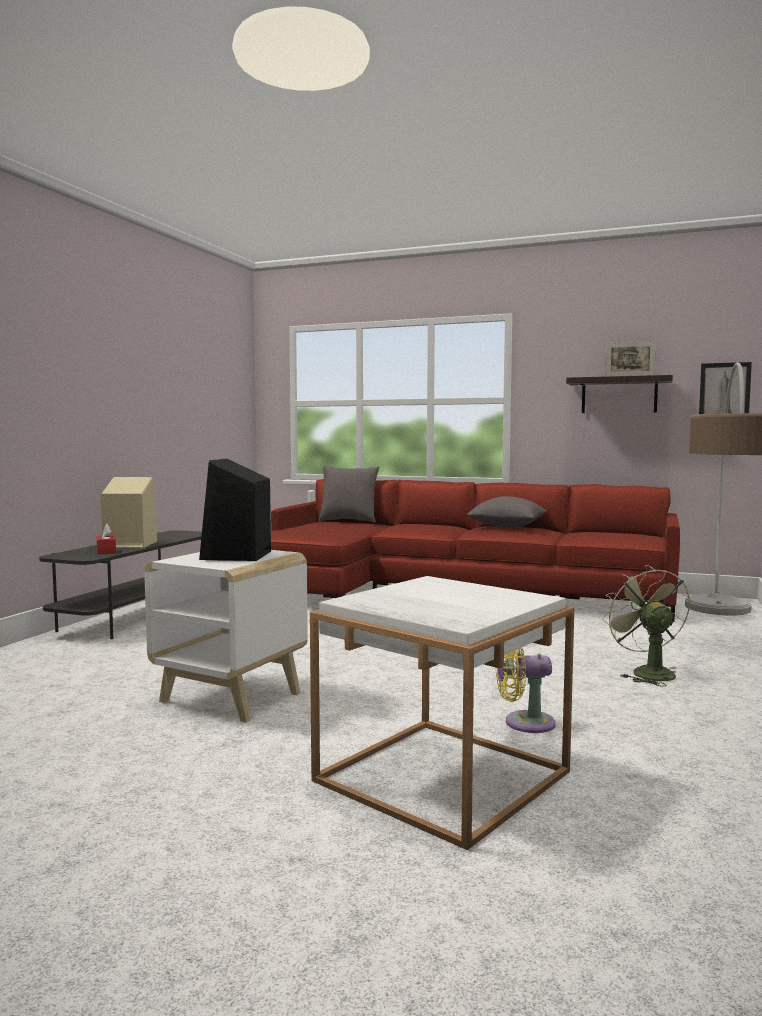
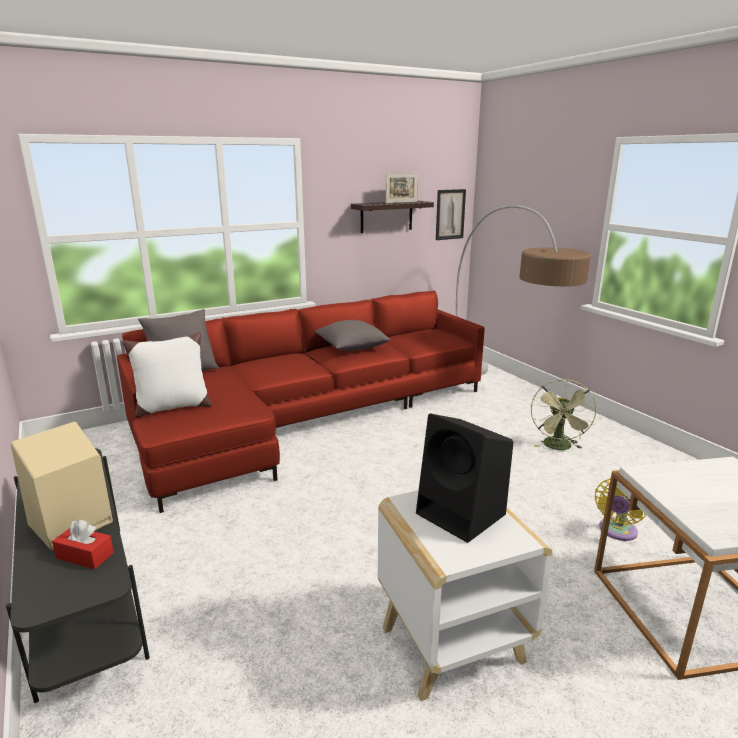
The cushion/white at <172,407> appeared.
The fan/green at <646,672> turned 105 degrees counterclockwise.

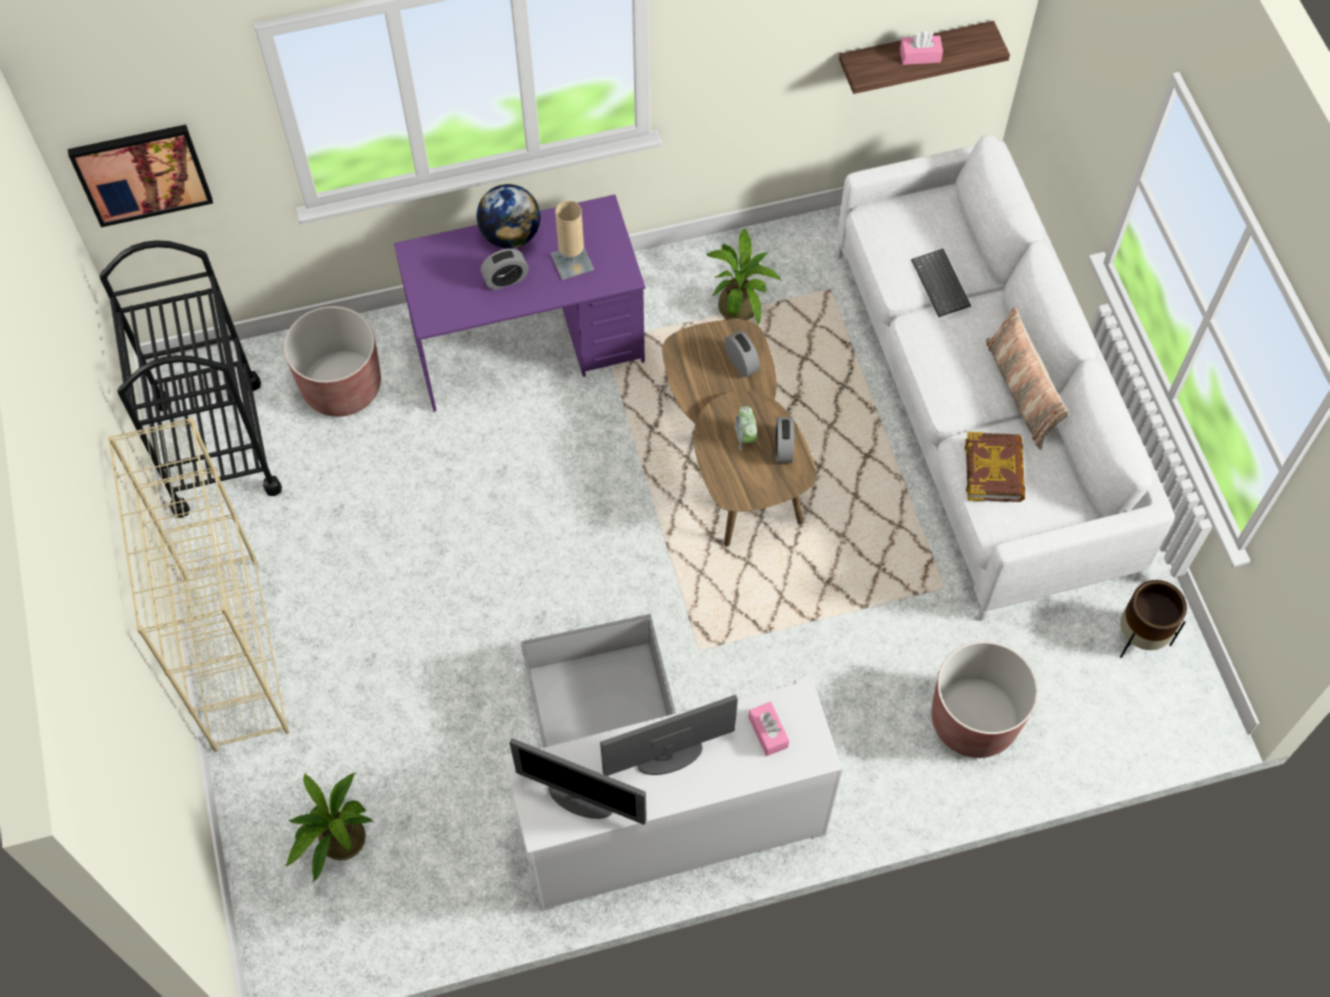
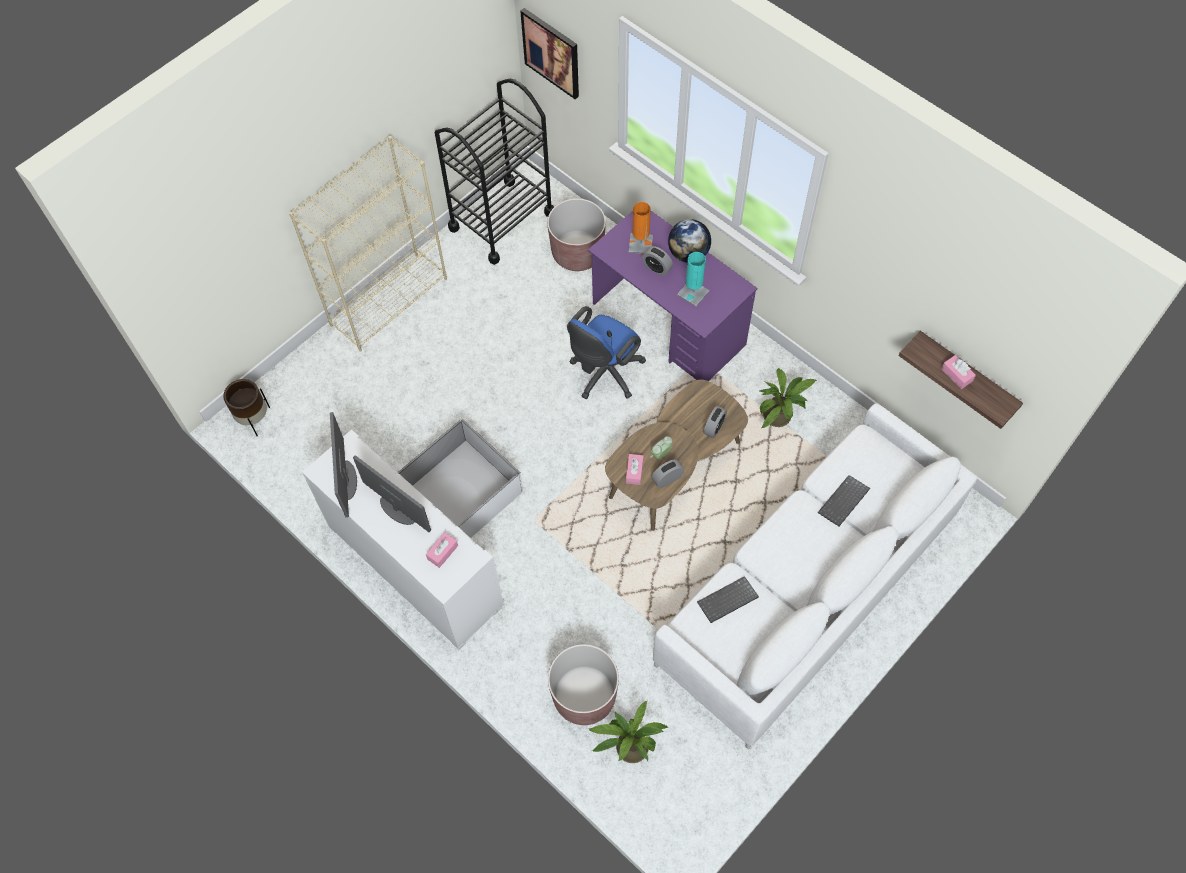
The planter/brownish moved from <1140,638> to <254,419>.
The desk chair/blue at <604,374> appeared.
The potted plant moved from <337,842> to <628,745>.
The tissue box/pink-coloured at <634,472> appeared.
The lamp for a table/orange at <640,244> appeared.
The lamp for a table/beige at <572,262> became the lamp for a table/turquoise at <693,293>.
The bound book at <994,470> was replaced by the PC keyboard at <727,601>.
The cushion at <1021,391> disappeared.

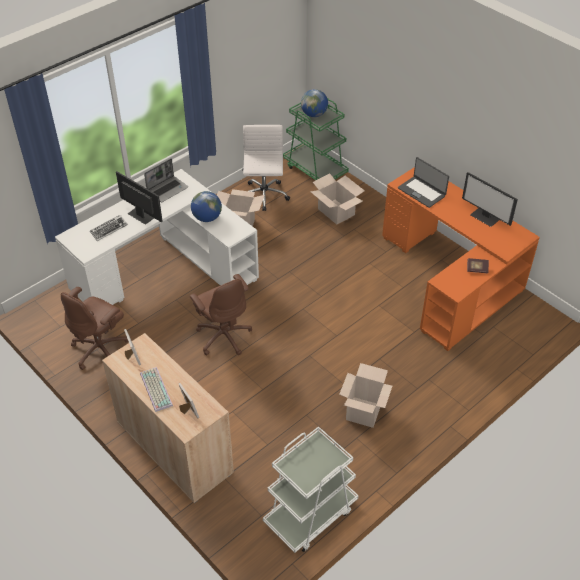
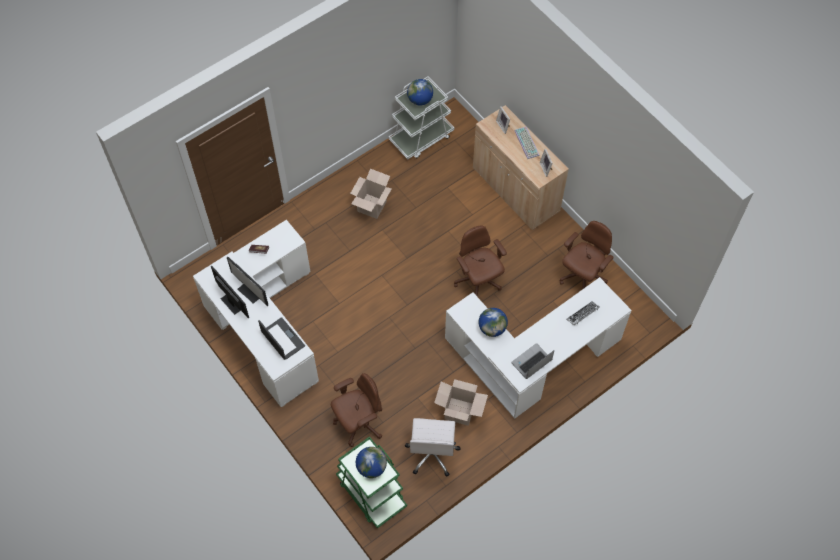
The desk table/orange at <452,279> became the desk table/white at <265,326>.
The computer display moved from <141,215> to <251,291>.
The cardboard box at <335,212> was replaced by the desk chair/brownish at <359,423>.
The world globe at <420,100> appeared.

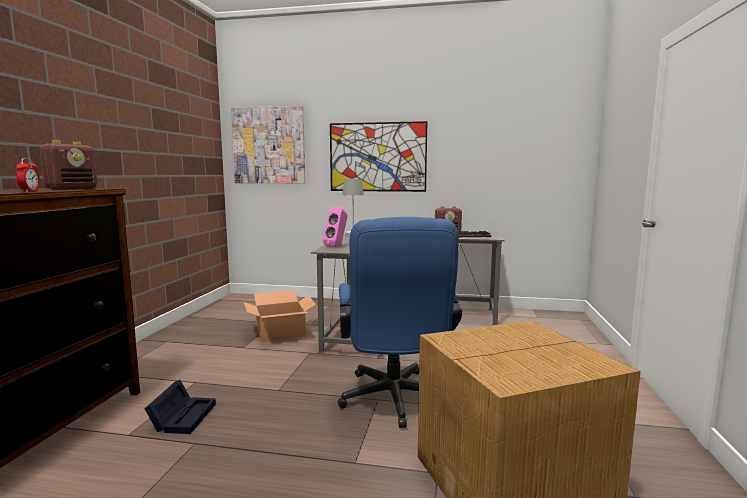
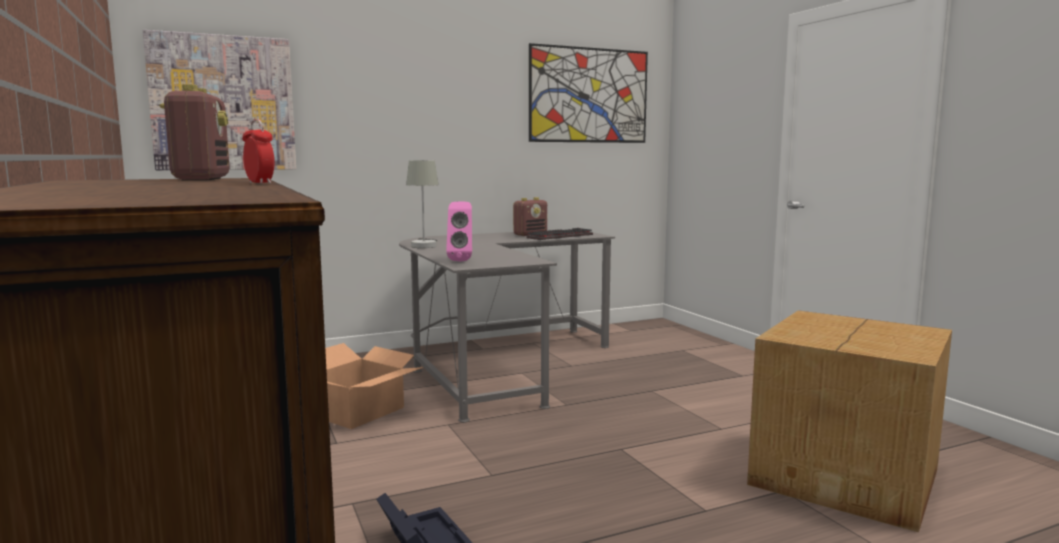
The wall picture moved from <377,157> to <589,95>.
The desk chair/blue at <394,402> disappeared.

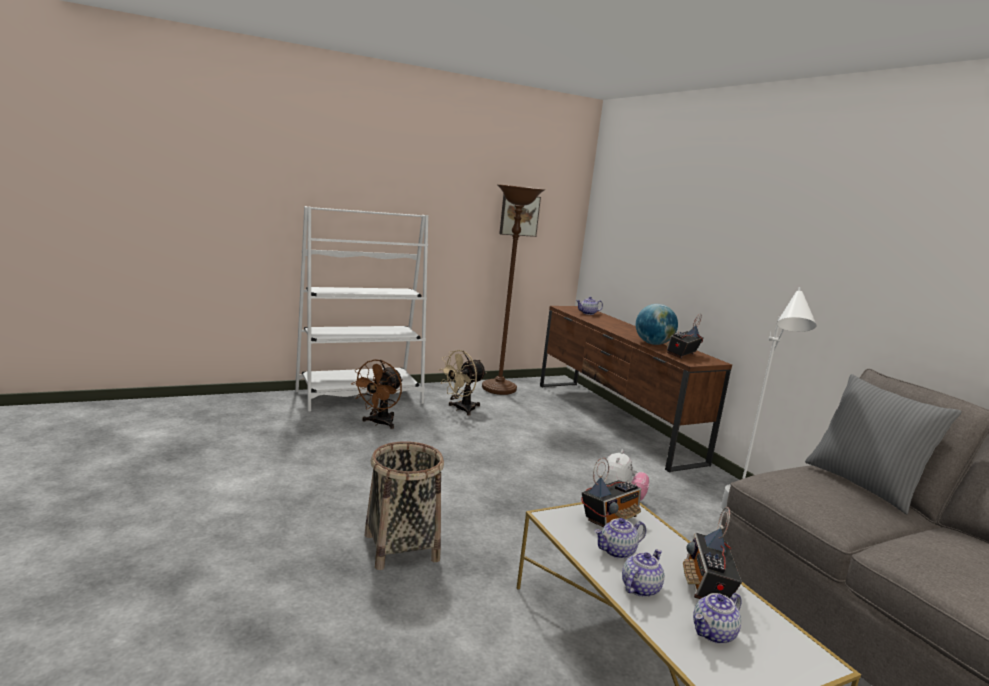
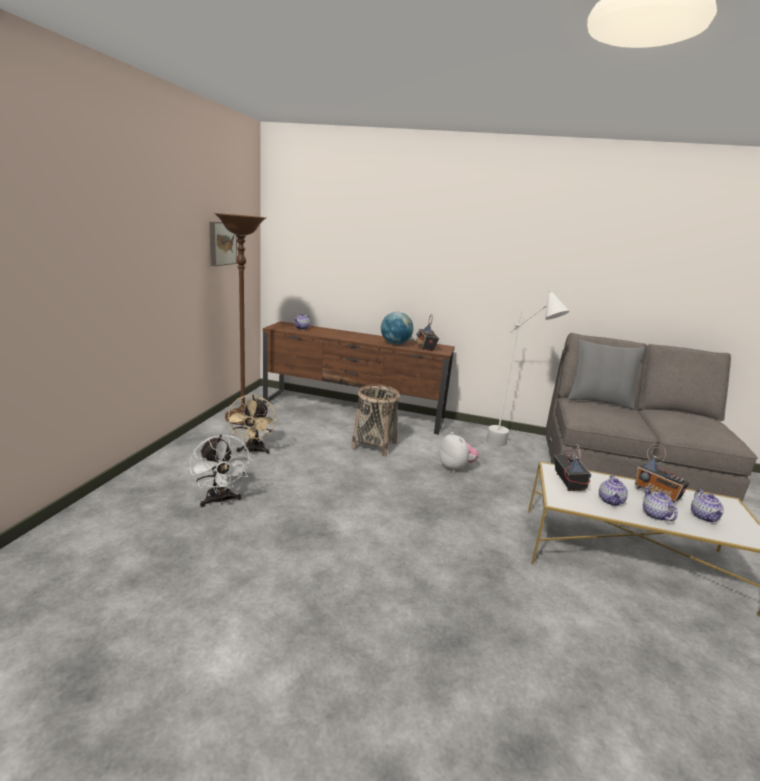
The fan/brownish at <379,423> became the fan/white at <220,501>.
The storage basket moved from <401,547> to <374,445>.
The shelving unit/white at <360,397> disappeared.

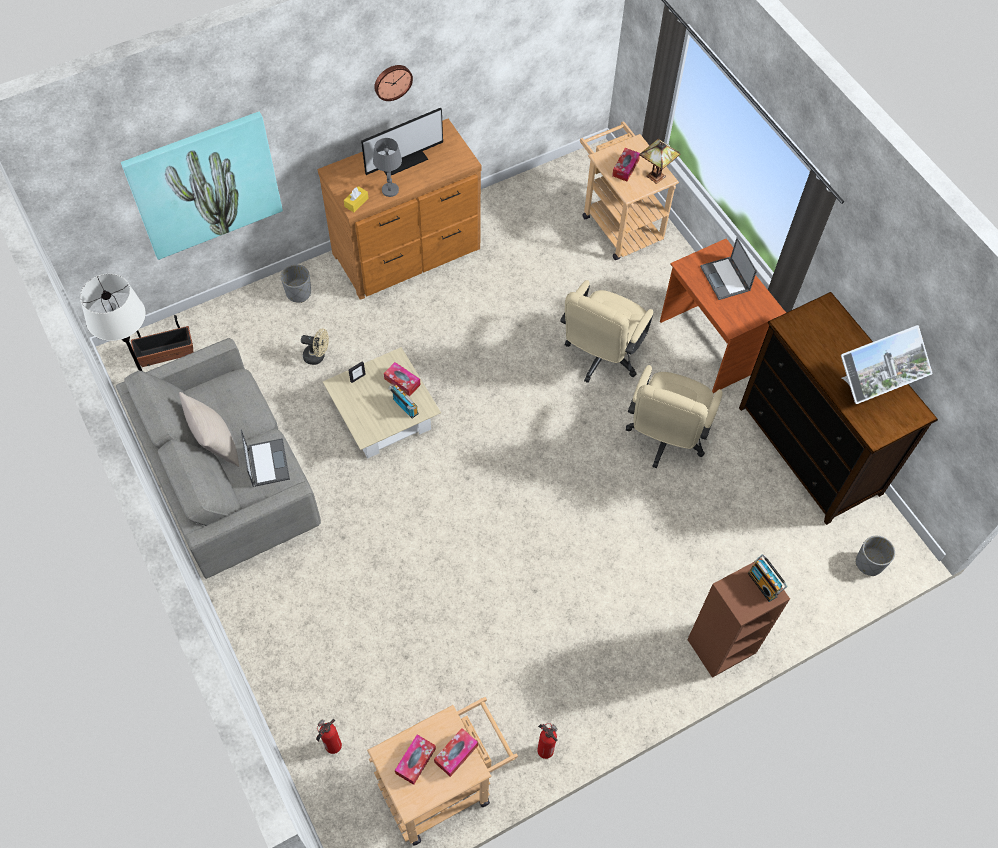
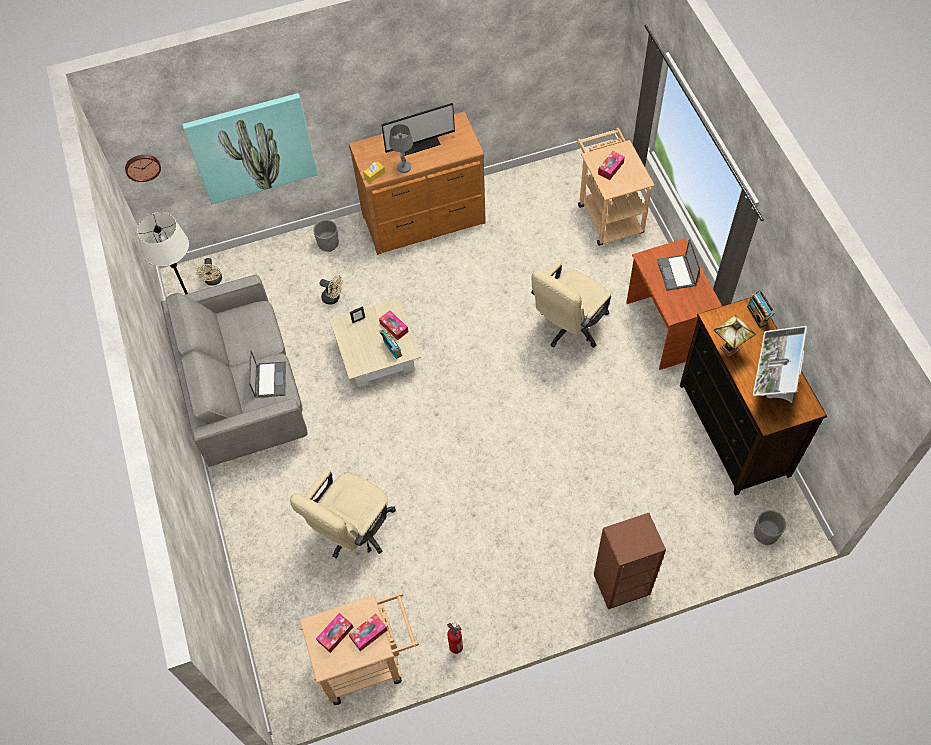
The clock on the wall moved from <392,81> to <142,166>.
The planter at <166,353> was replaced by the fan/beige at <213,281>.
The desk chair/beige moved from <665,439> to <352,532>.
The lamp for a table moved from <655,177> to <728,350>.
The radio receiver moved from <763,584> to <758,315>.
The computer display at <869,392> turned 120 degrees clockwise.
The cushion/beige at <216,445> disappeared.
The fire-fighting cylinder at <332,746> disappeared.

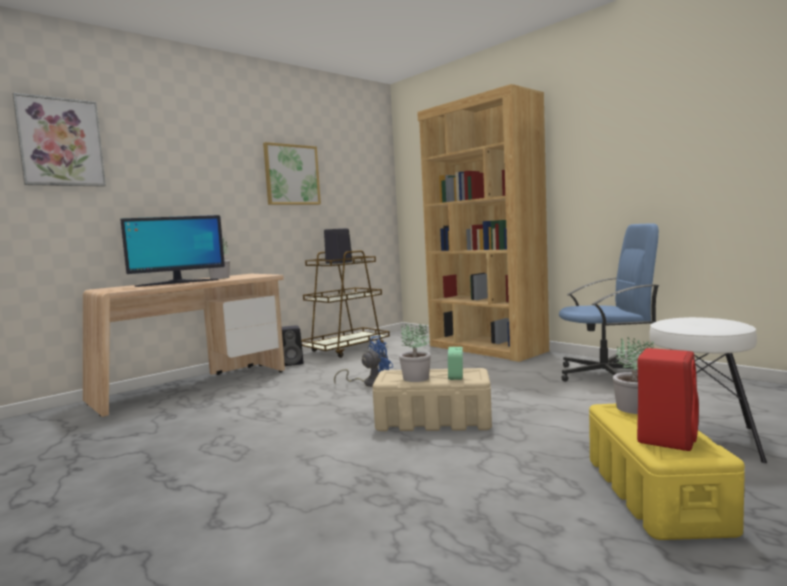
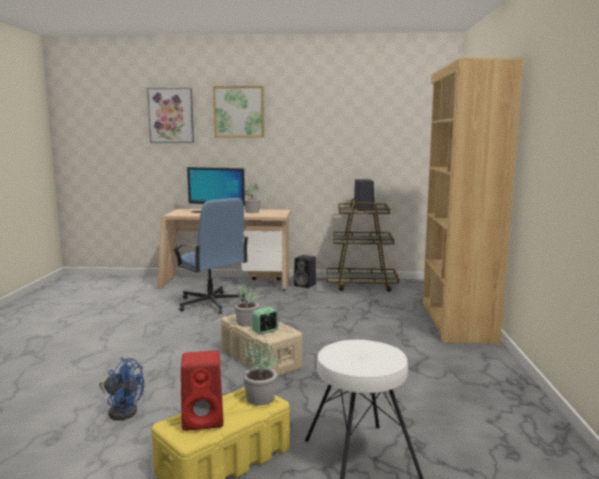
The fan/blue moved from <370,383> to <122,410>.
The desk chair/blue moved from <606,375> to <211,304>.
The wall picture moved from <291,175> to <239,112>.

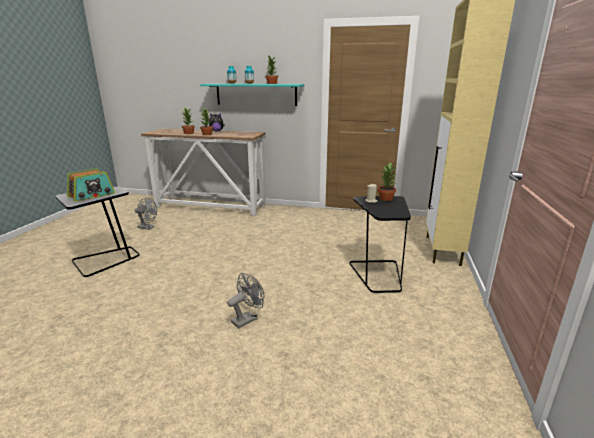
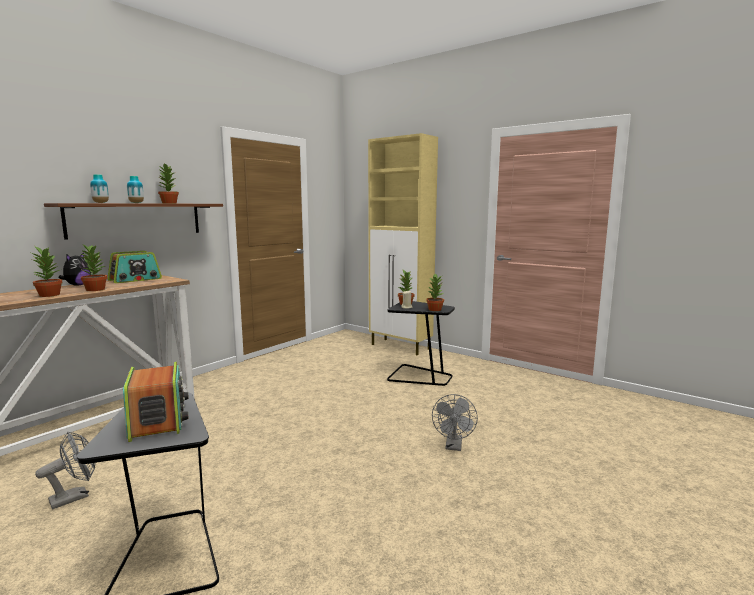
The bracket shelf/turquoise at <256,94> became the bracket shelf/brownish at <137,219>.
The radio receiver at <135,279> appeared.
The potted plant at <435,309> appeared.
The fan/gray at <247,319> turned 150 degrees counterclockwise.

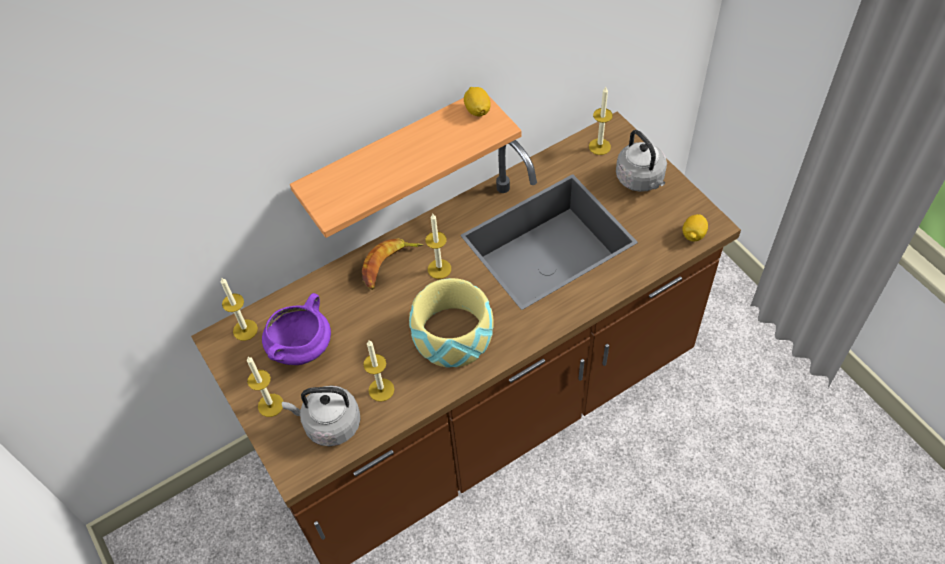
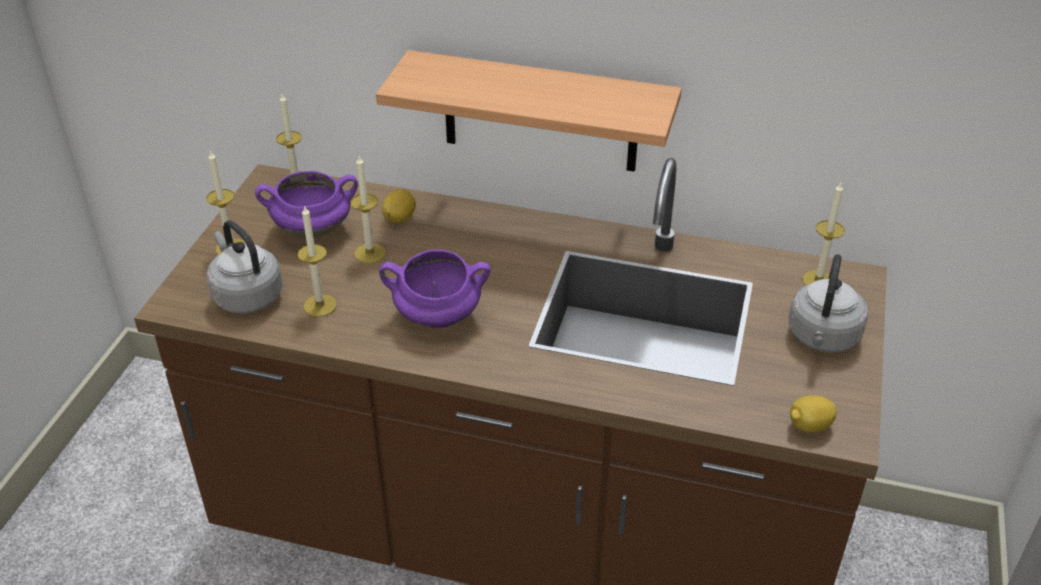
The candle moved from <439,269> to <370,253>.
The serving bowl at <453,336> was replaced by the saucepot/purplish at <436,317>.
The citrus fruit moved from <477,110> to <400,218>.
The whole banana at <389,265> disappeared.

